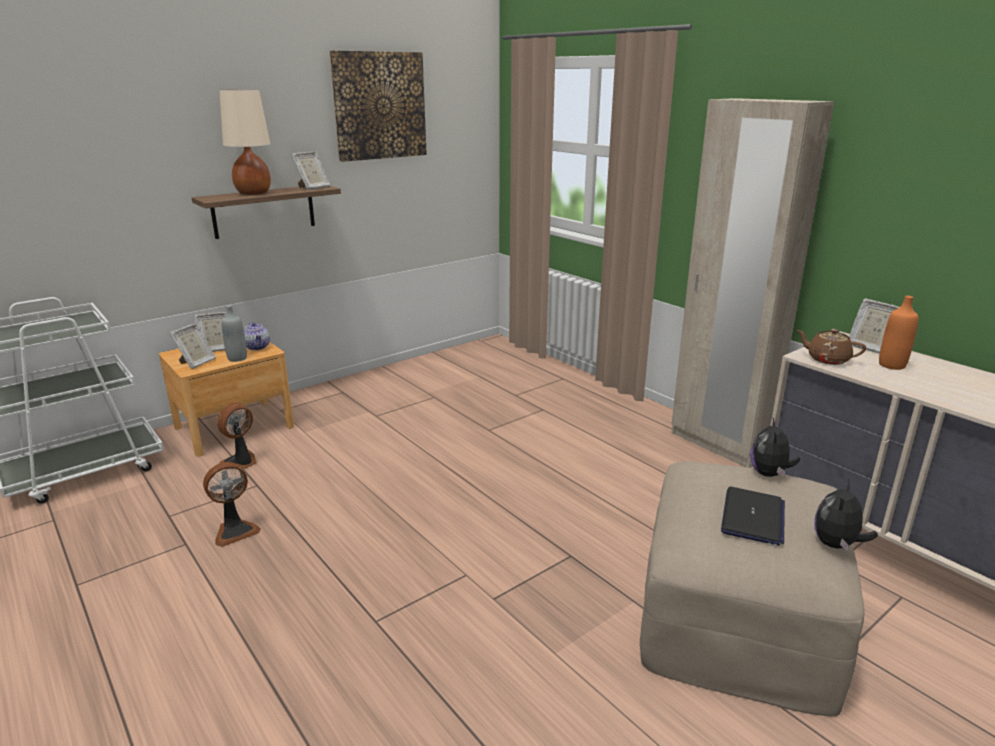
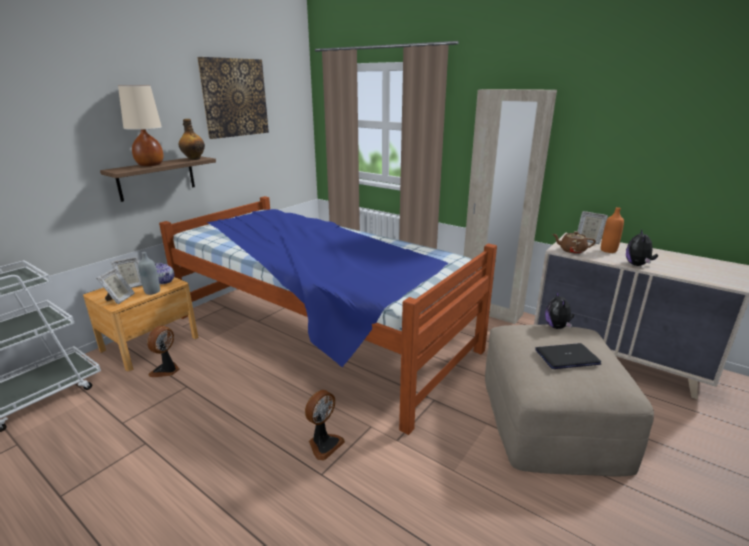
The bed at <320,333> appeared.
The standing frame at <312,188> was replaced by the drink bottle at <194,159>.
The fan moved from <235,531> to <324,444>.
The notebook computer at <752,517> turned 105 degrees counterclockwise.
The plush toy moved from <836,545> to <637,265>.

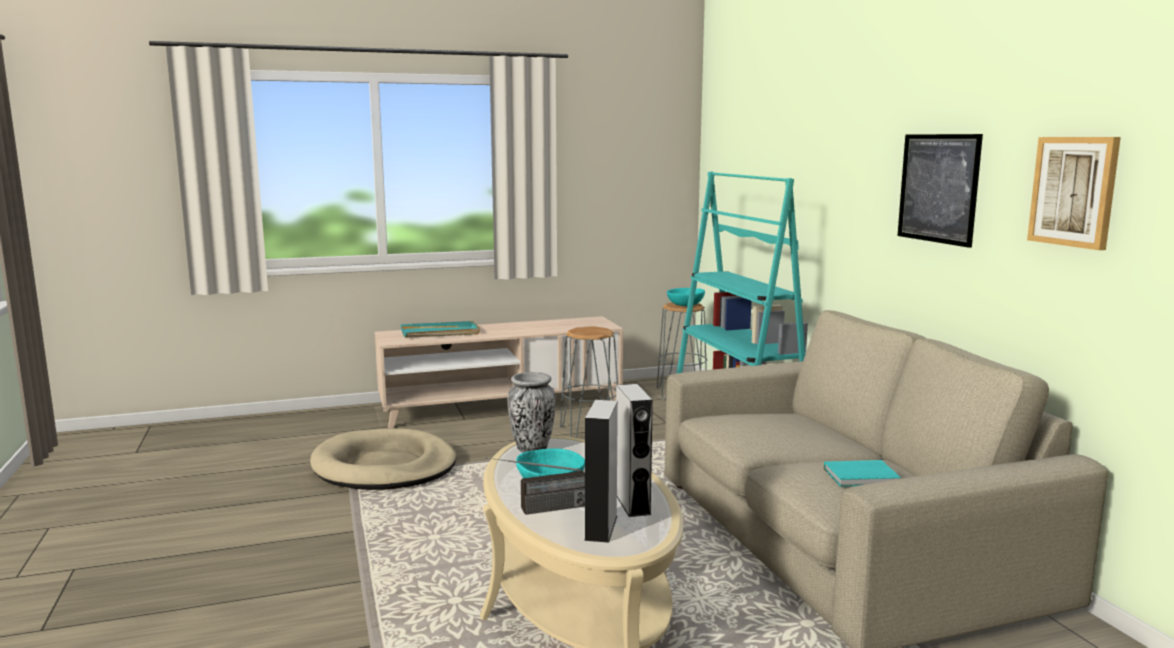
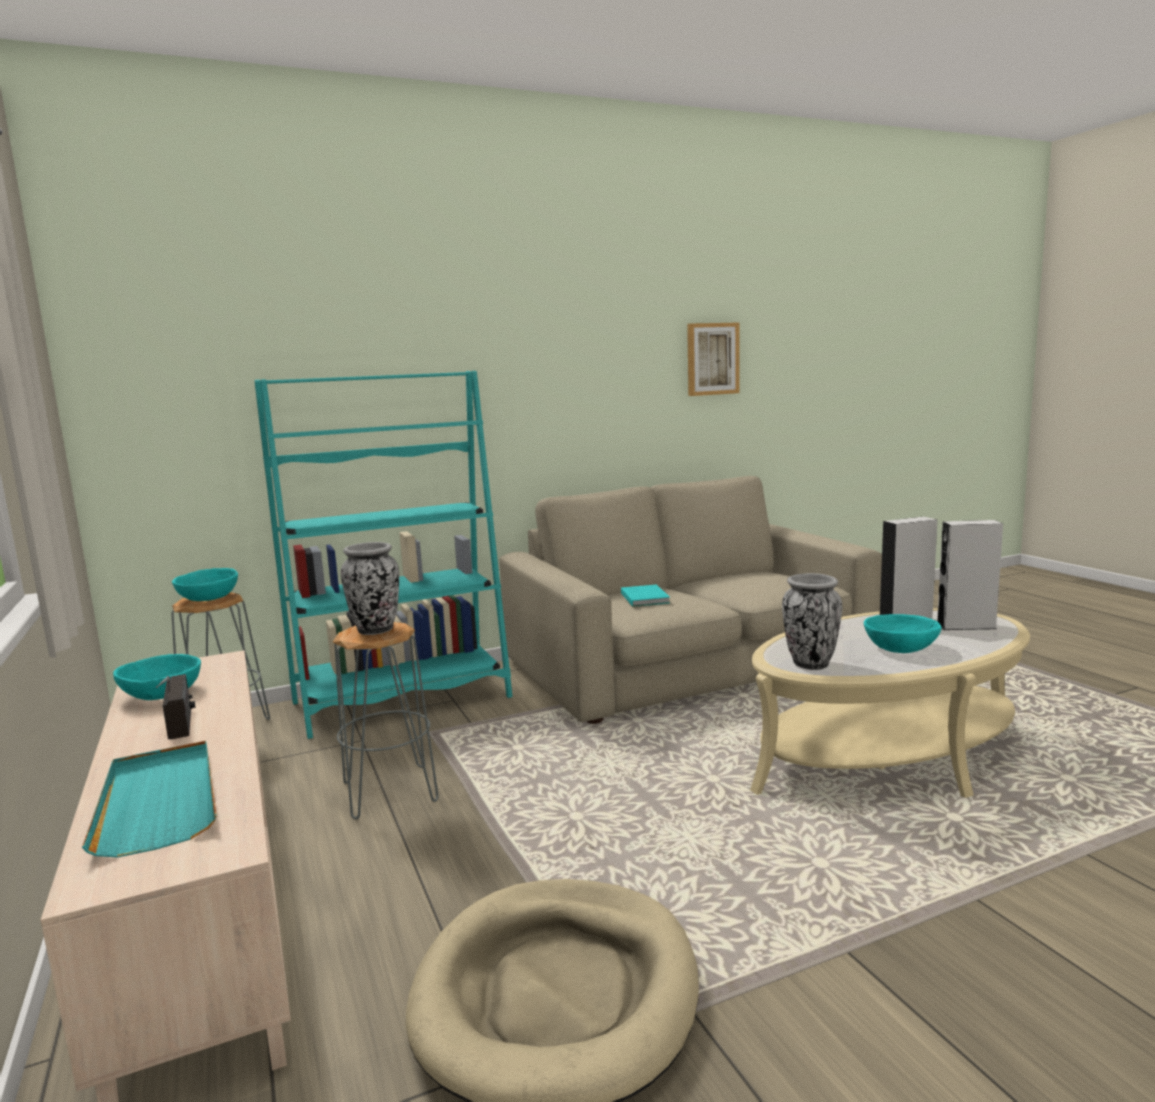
The serving bowl/turquoise at <161,694> appeared.
The radio receiver moved from <537,510> to <182,730>.
The vase at <376,630> appeared.
The bound book/turquoise moved from <863,477> to <645,597>.
The wall picture at <938,188> disappeared.

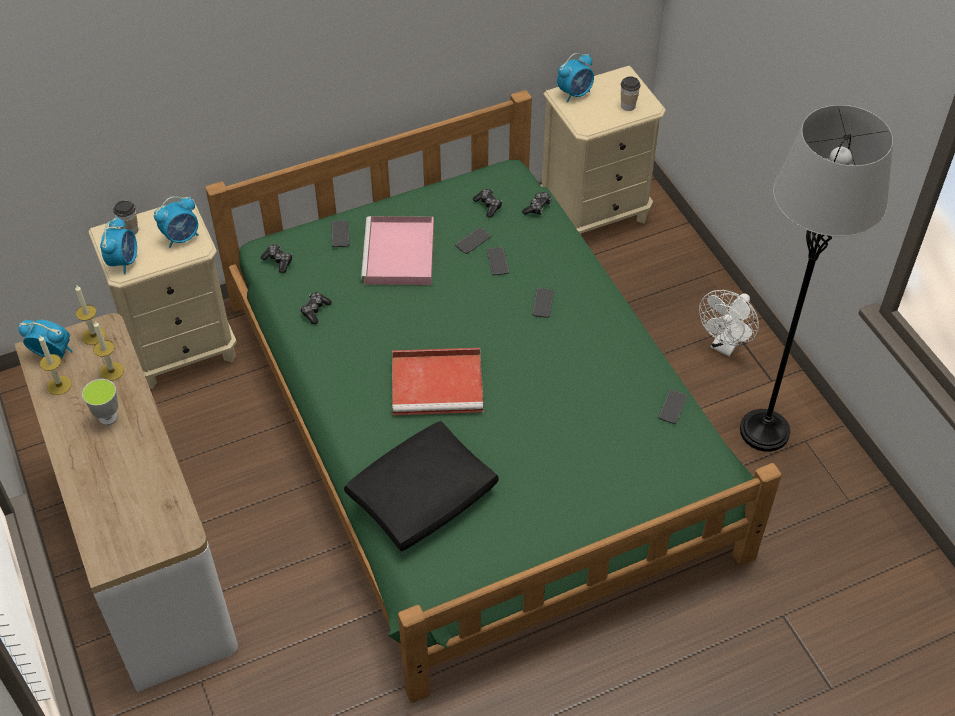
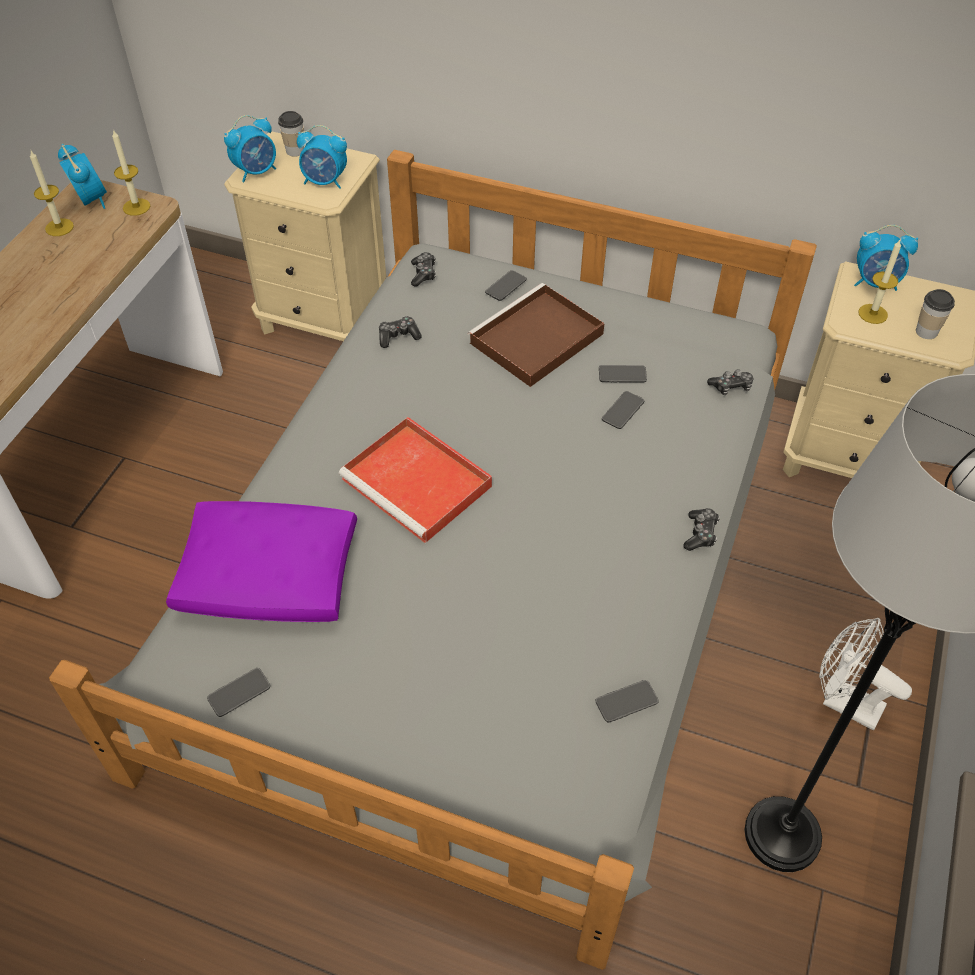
The bed/green at <476,423> became the bed/gray at <484,570>.
The cushion/blackish at <423,495> became the cushion/purplish at <271,576>.
The phone moved from <543,303> to <239,693>.
The serving tray/pink-coloured at <400,255> became the serving tray/brownish at <535,340>.
The joypad moved from <488,205> to <700,534>.
The fan/white at <725,345> turned 45 degrees clockwise.
The candle moved from <111,371> to <873,314>.
The small cup at <108,418> disappeared.

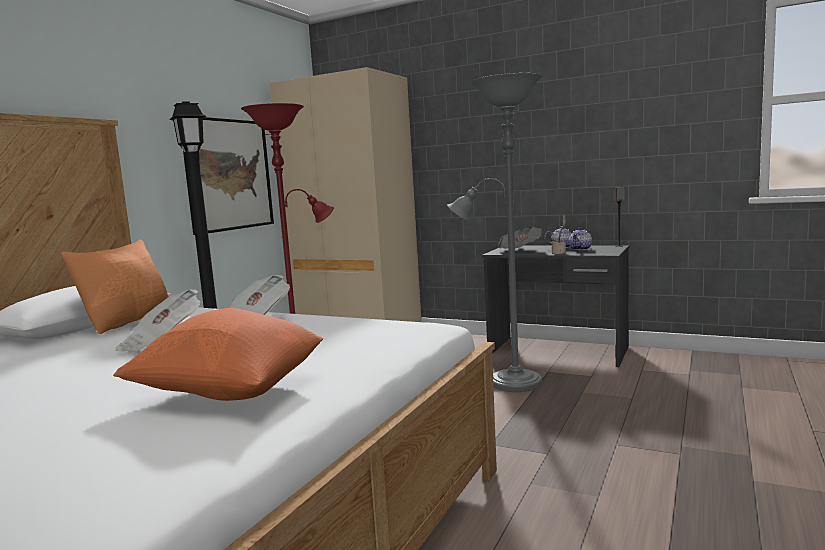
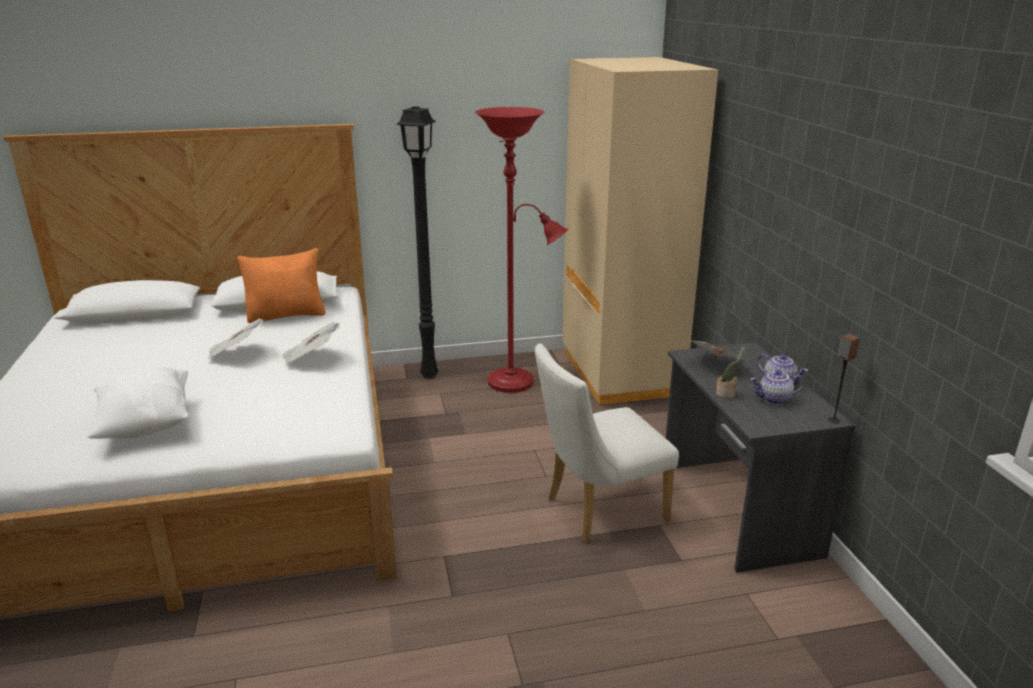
The cushion/orange at <230,392> became the cushion/white at <146,424>.
The floor lamp/gray at <508,382> was replaced by the upright chair/white at <598,511>.
The wall picture at <228,175> disappeared.

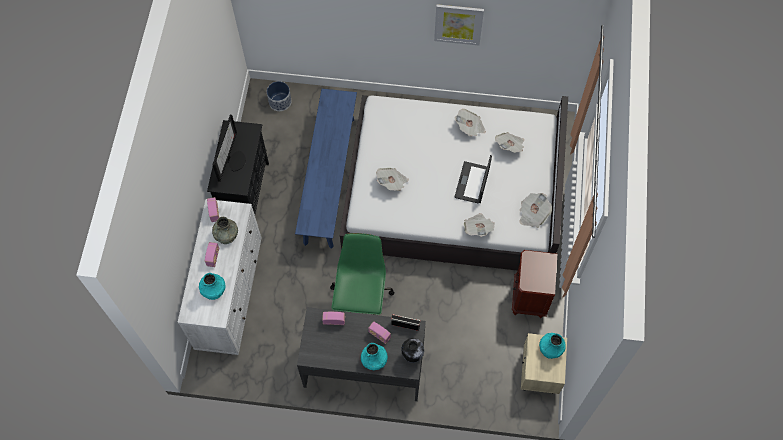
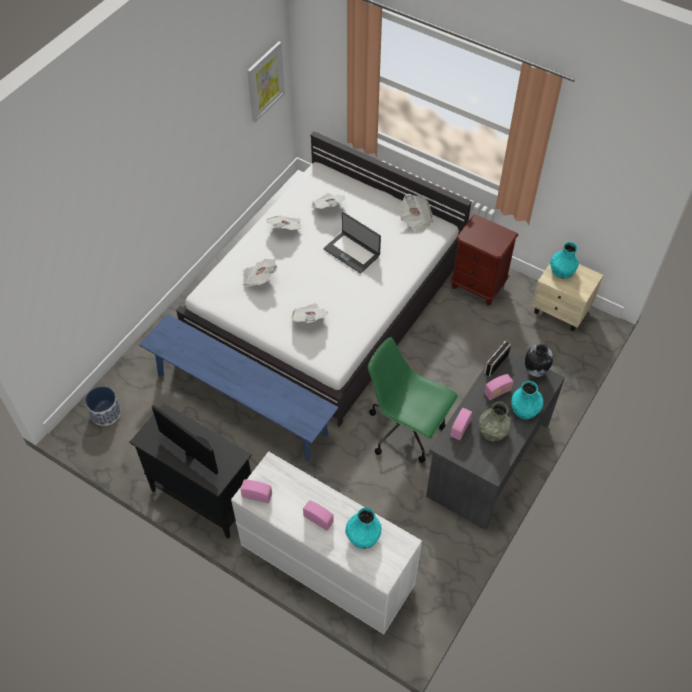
The printed paper moved from <478,228> to <259,278>.
The wall picture moved from <458,24> to <265,82>.
The vase/gray moved from <226,234> to <492,430>.

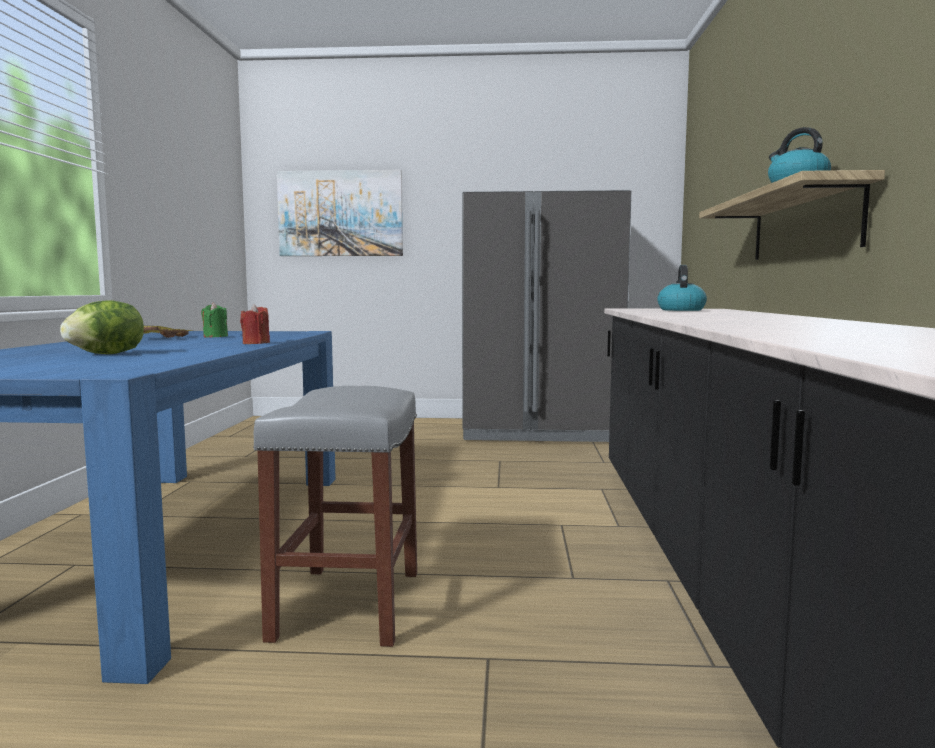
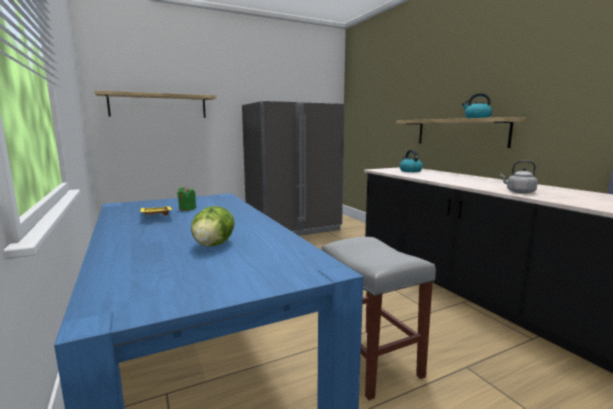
The wall picture at <340,213> was replaced by the bracket shelf at <158,106>.
The water kettle/gray at <518,192> appeared.
The candle/red at <256,343> disappeared.

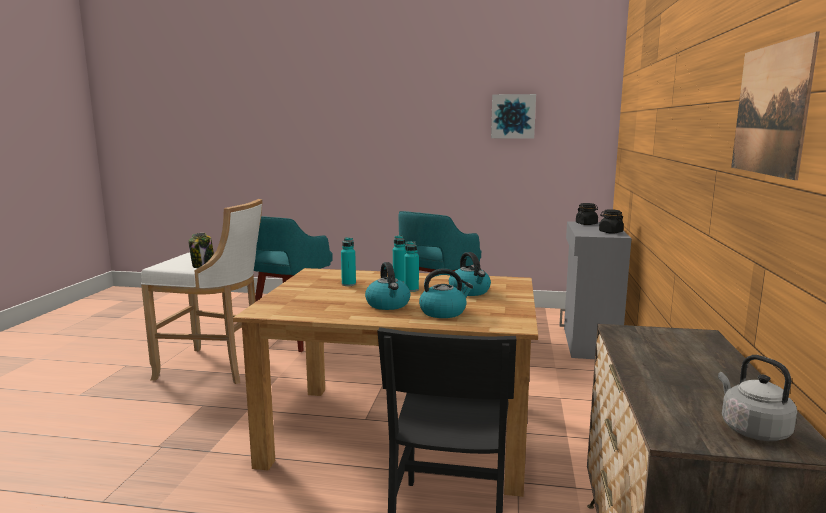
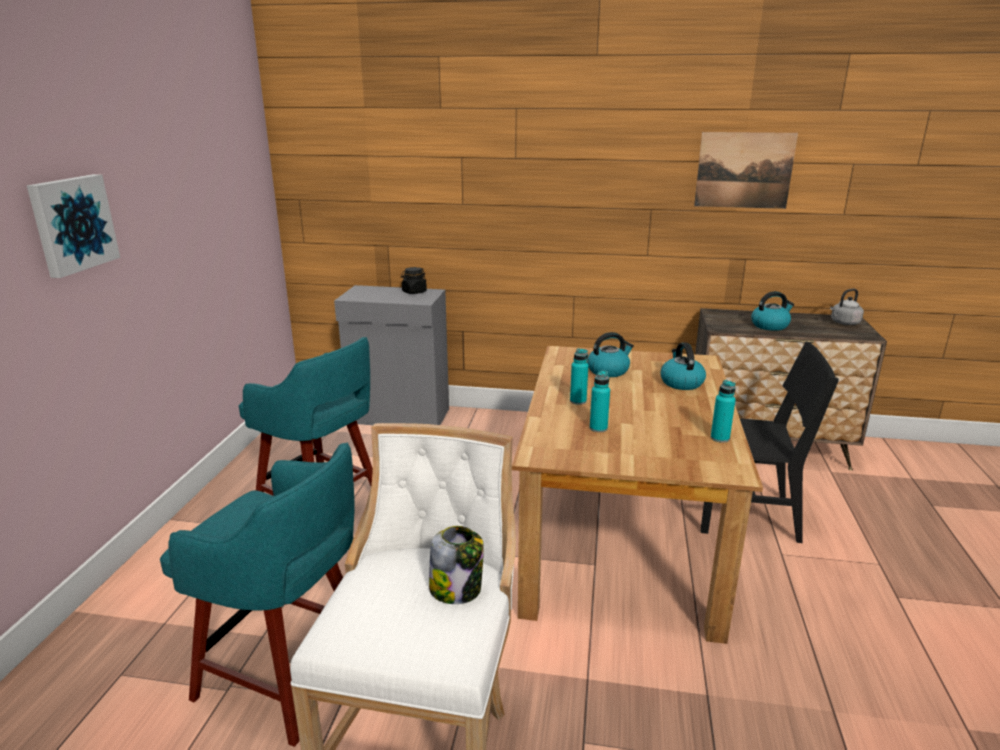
The wall picture moved from <513,116> to <72,224>.
The drink bottle/turquoise moved from <411,289> to <720,438>.
The water kettle moved from <388,304> to <770,325>.
The storage jar/blackish at <586,224> disappeared.

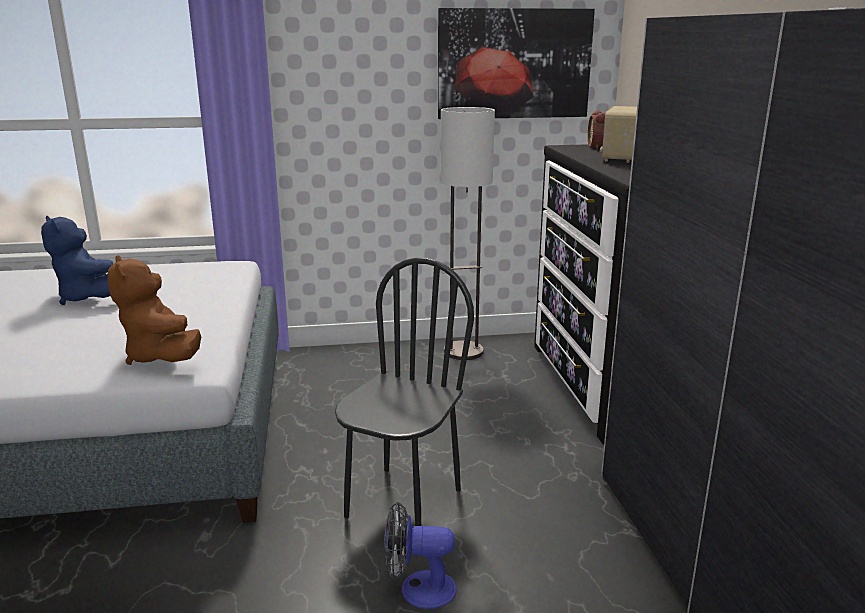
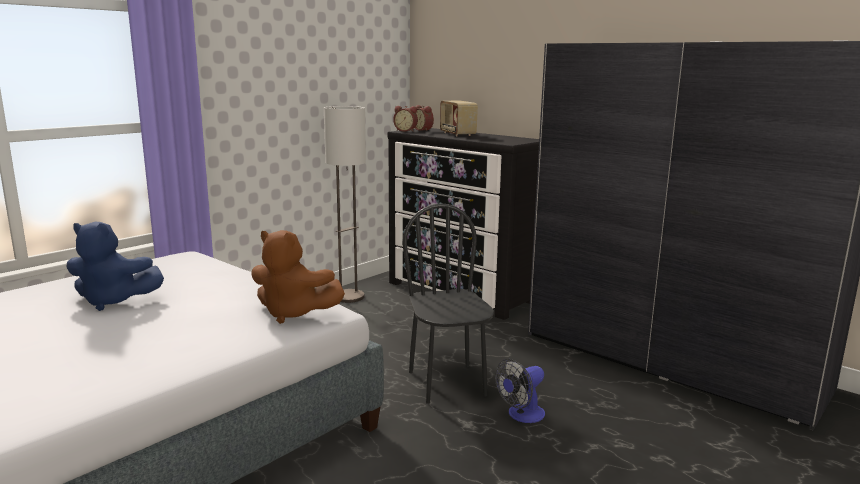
The alarm clock at <406,131> appeared.
The wall picture at <514,64> disappeared.

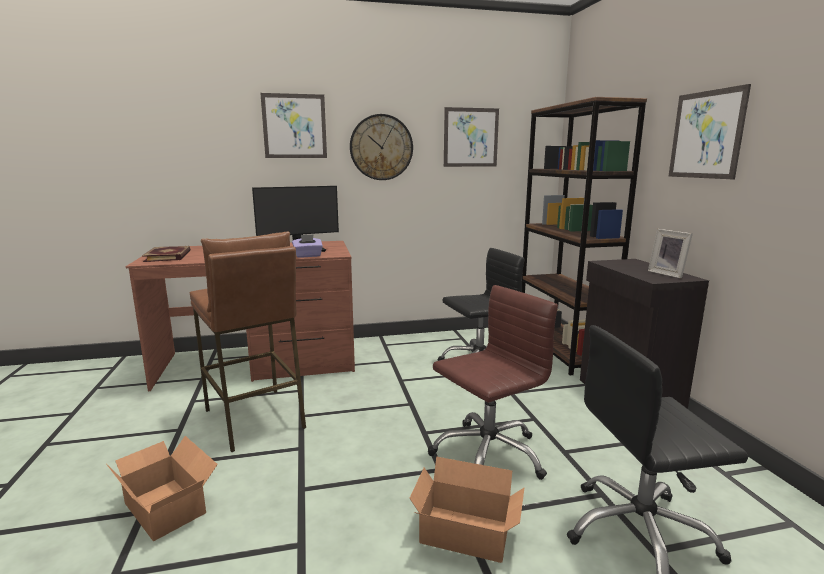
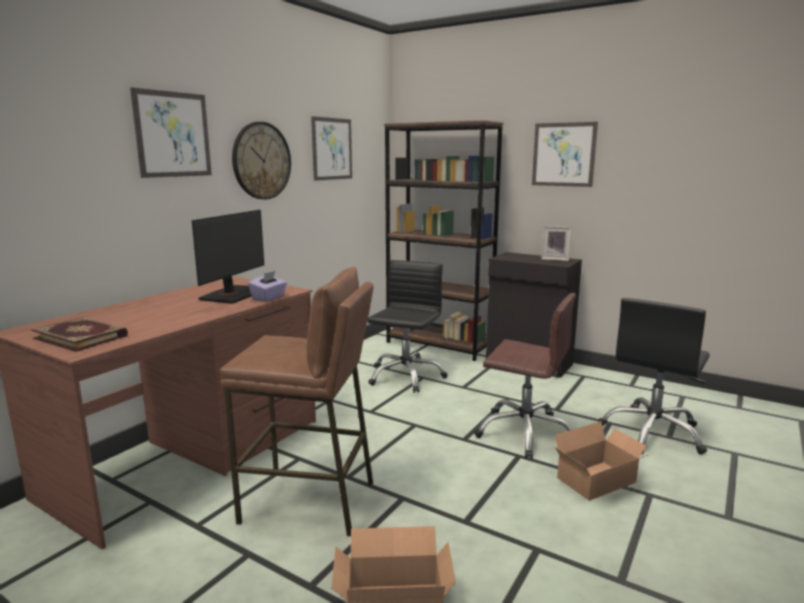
The desk chair/brownish at <487,454> turned 105 degrees clockwise.

